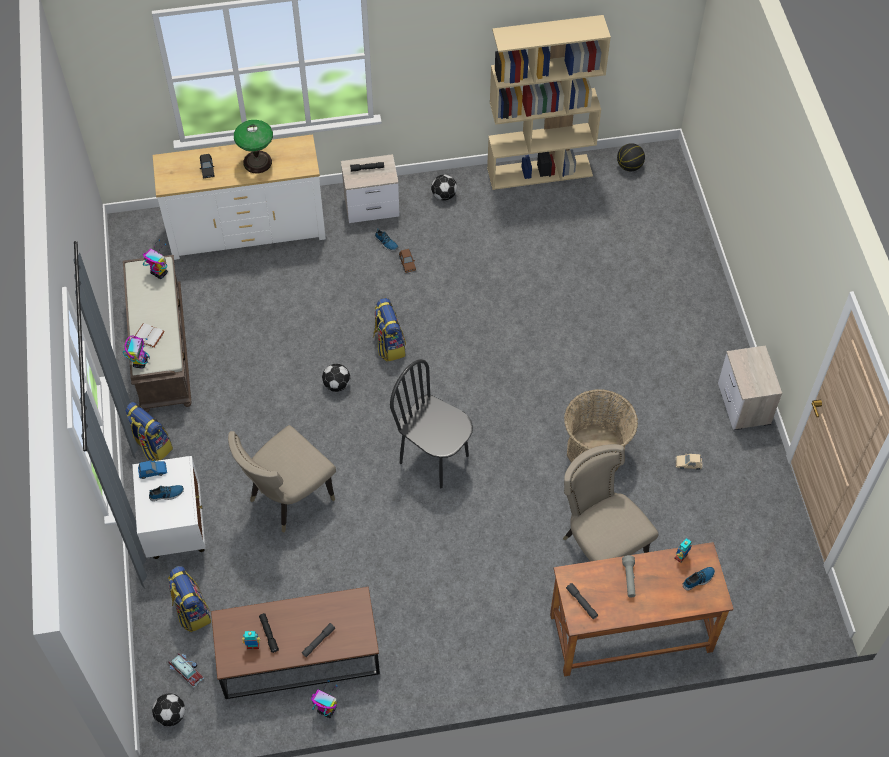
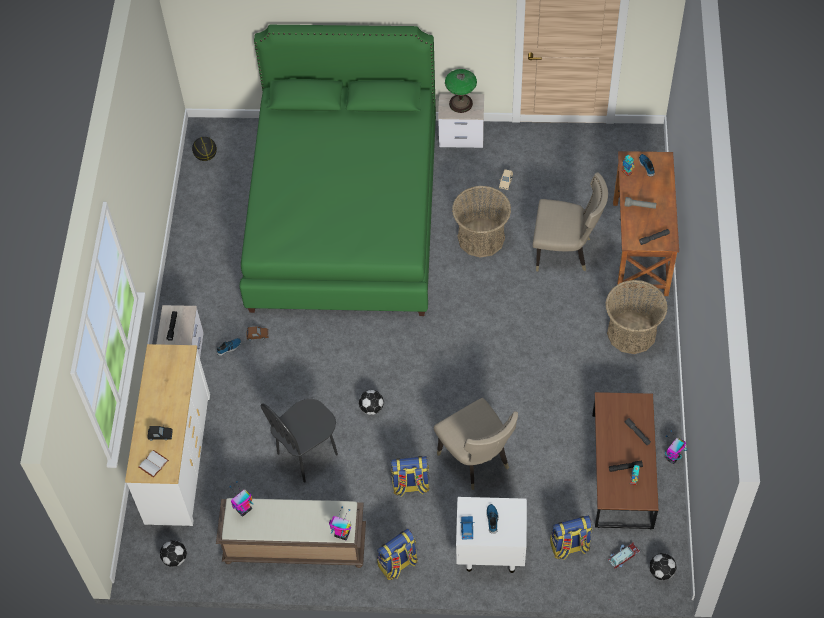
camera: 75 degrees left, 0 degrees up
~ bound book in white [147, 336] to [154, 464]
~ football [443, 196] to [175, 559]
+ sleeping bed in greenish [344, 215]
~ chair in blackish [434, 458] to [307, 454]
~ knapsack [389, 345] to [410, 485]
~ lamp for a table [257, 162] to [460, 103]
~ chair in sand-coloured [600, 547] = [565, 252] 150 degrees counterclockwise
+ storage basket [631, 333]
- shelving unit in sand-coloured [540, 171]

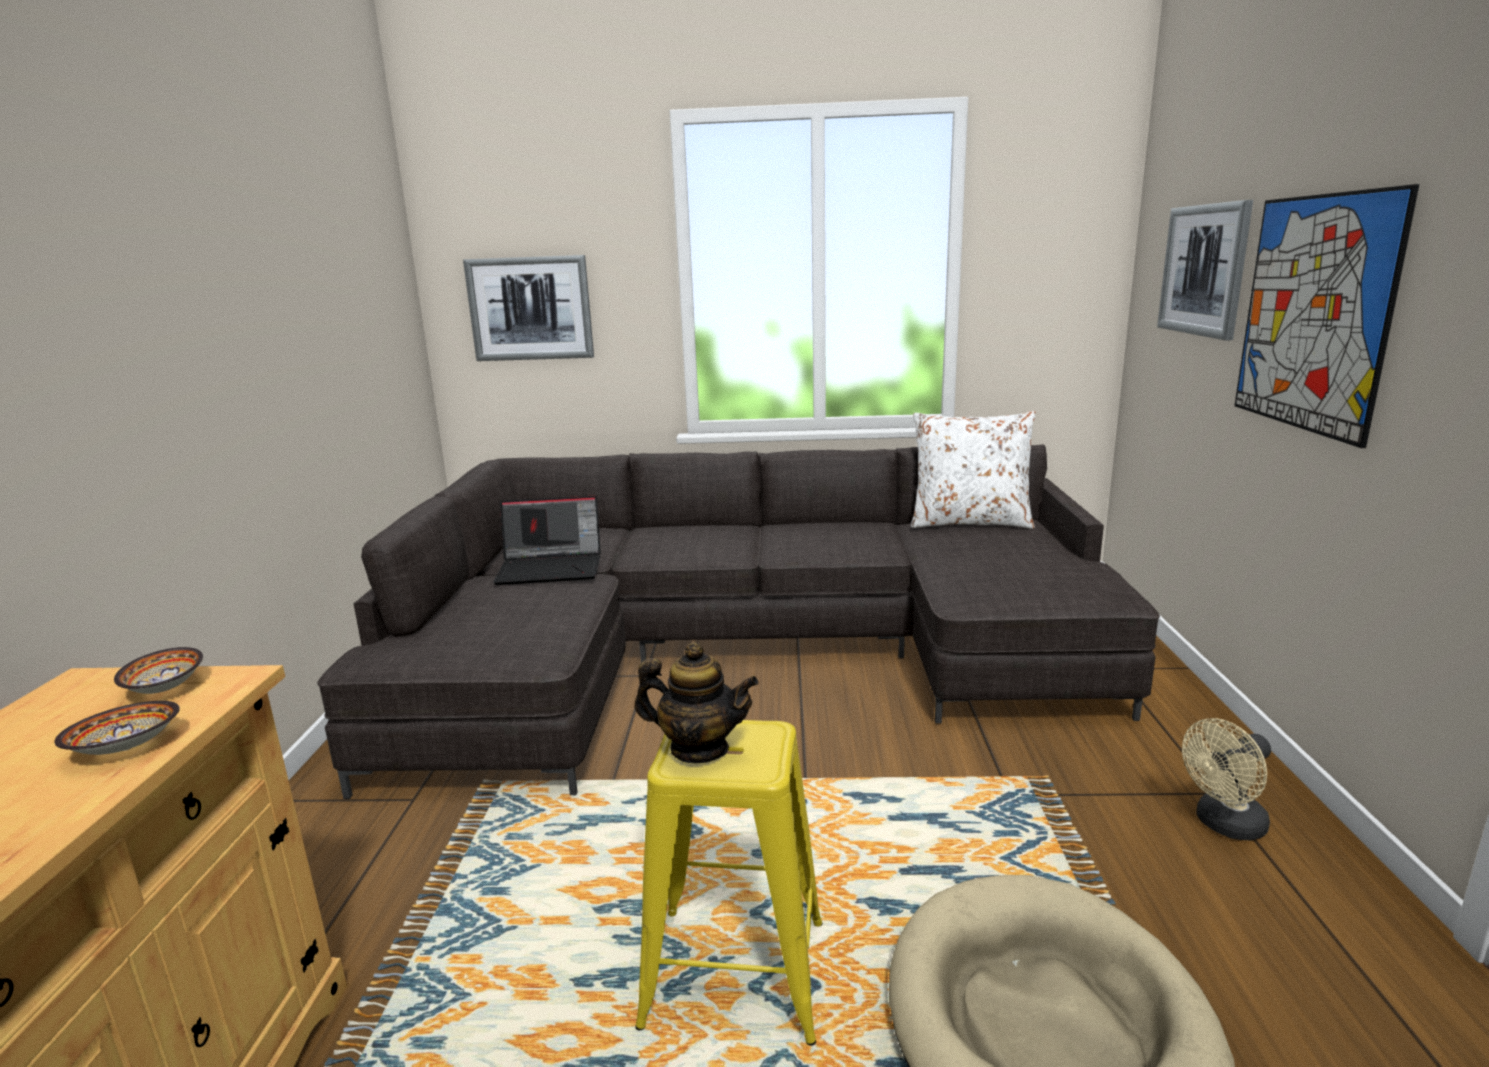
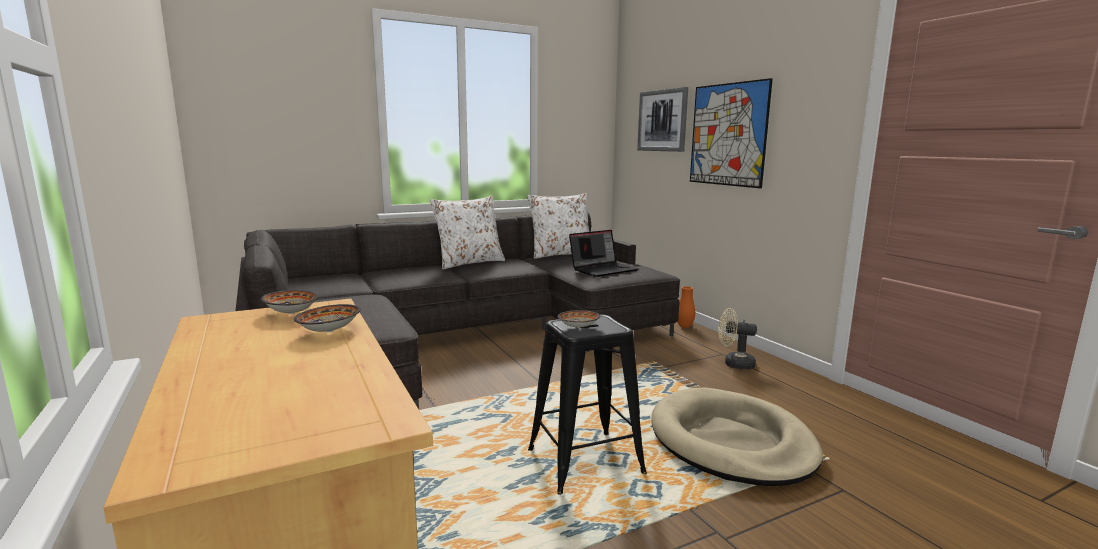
camera: 30 degrees left, 5 degrees down
+ cushion in white [469, 263]
~ stool seat in yellow [735, 973] to stool seat in blackish [585, 462]
~ teapot [699, 749] to bowl [577, 327]
~ laptop [552, 568] to [603, 269]
+ flower vase in orange-coloured [684, 326]
~ electric fan in sand-coloured [1224, 825] = [734, 363] 75 degrees clockwise
- wall picture [530, 308]

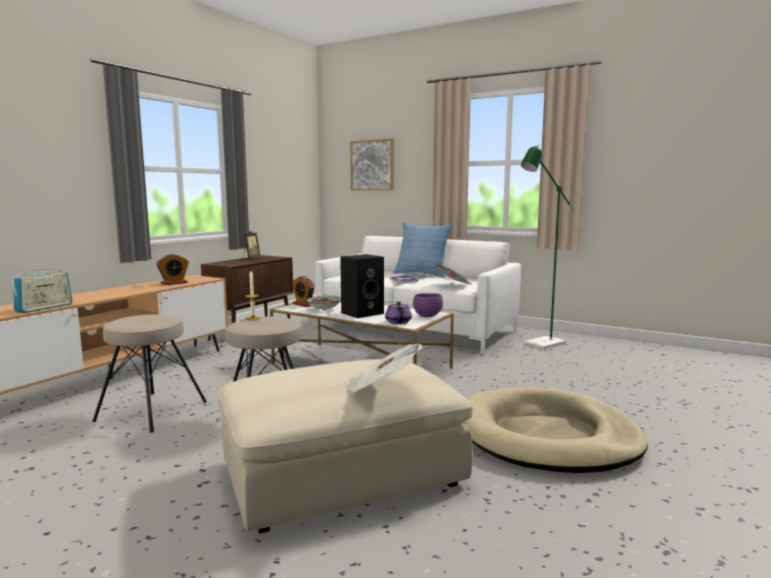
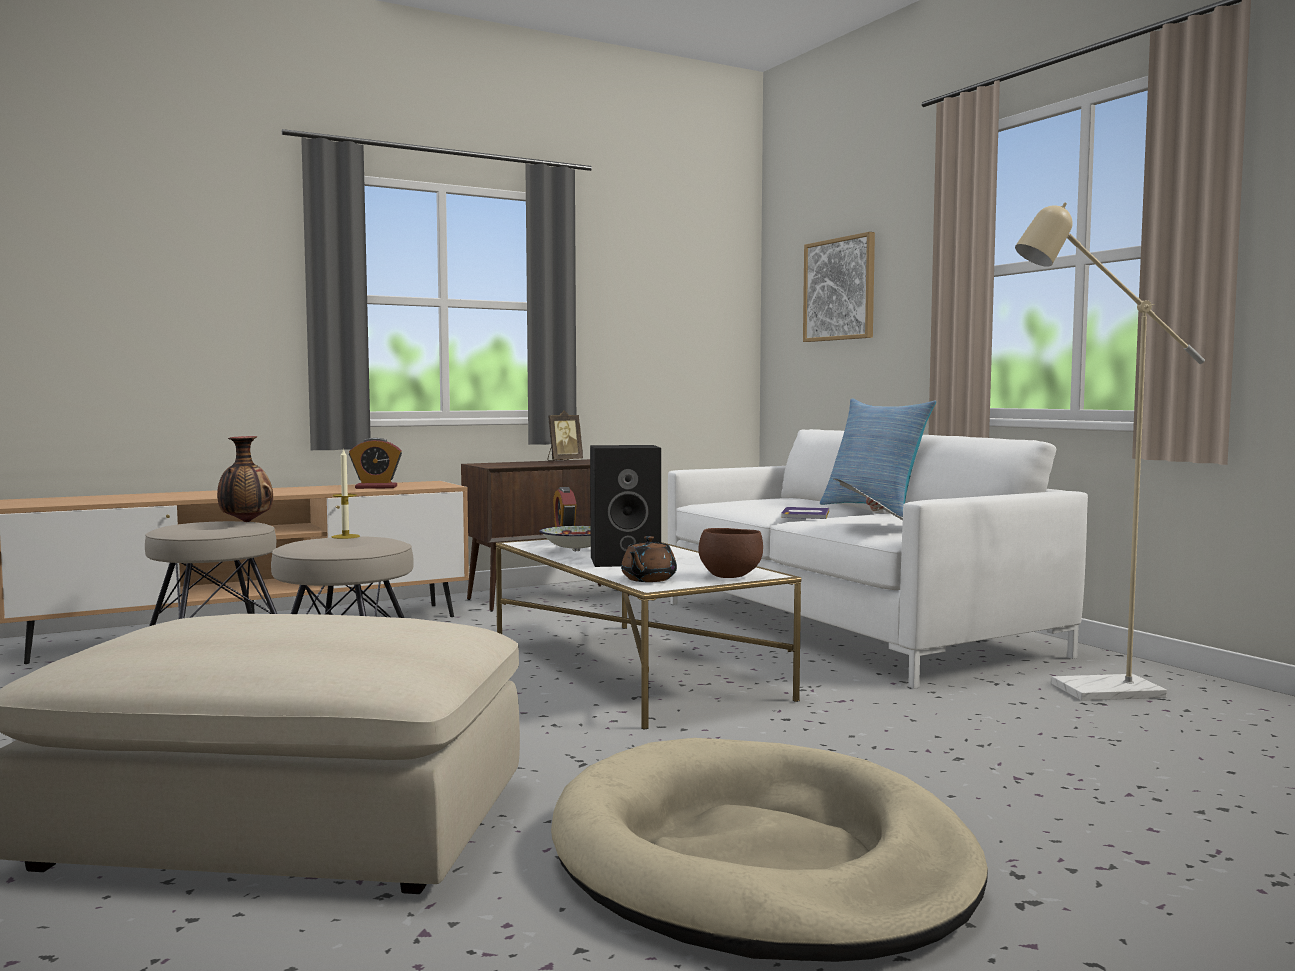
camera: 30 degrees right, 5 degrees down
+ flower vase [245, 522]
~ teapot in purplish [398, 322] to teapot in brownish [648, 579]
~ bowl in purplish [427, 316] to bowl in brownish [730, 576]
~ floor lamp in greenish [540, 345] to floor lamp in sand-coloured [1090, 691]
- radio set [44, 308]
- daily paper [381, 388]

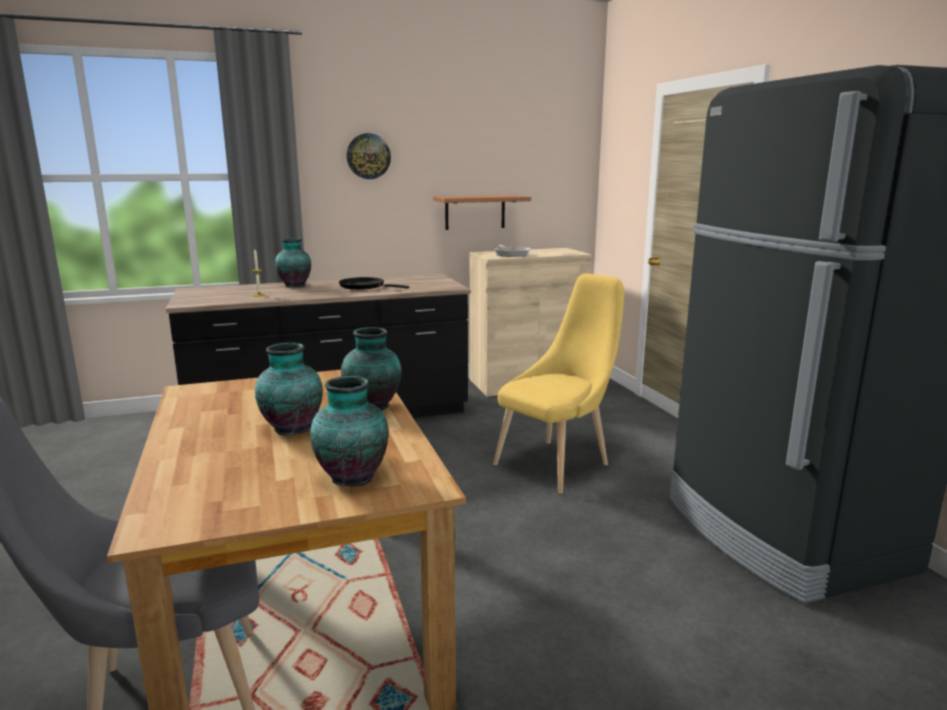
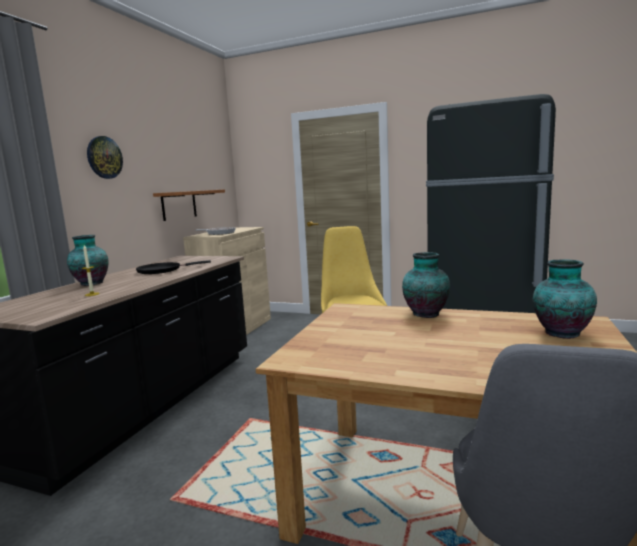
camera: 50 degrees left, 5 degrees down
- flower vase [291, 428]

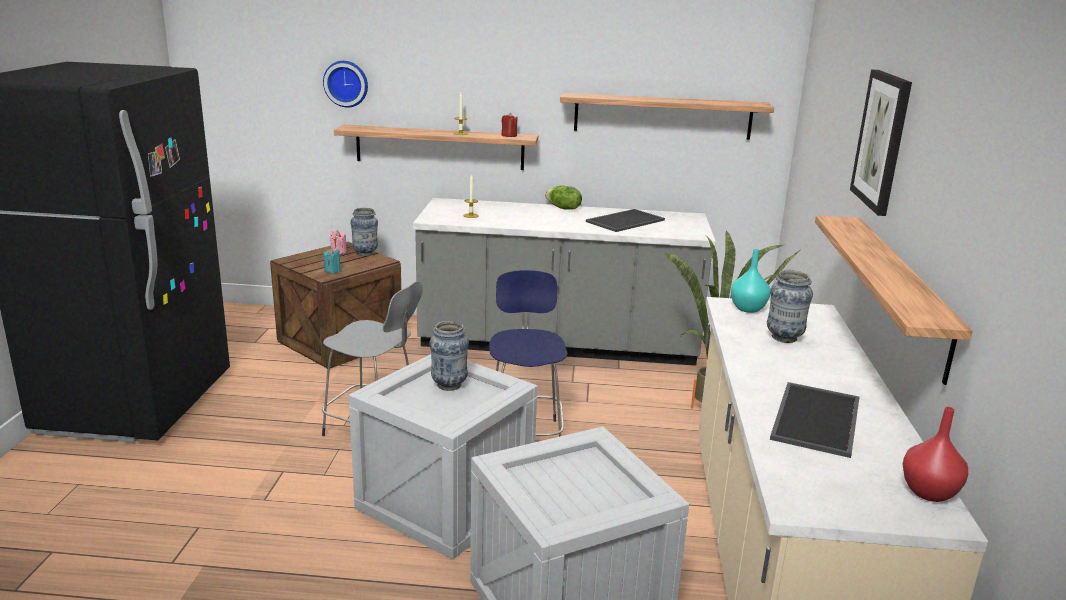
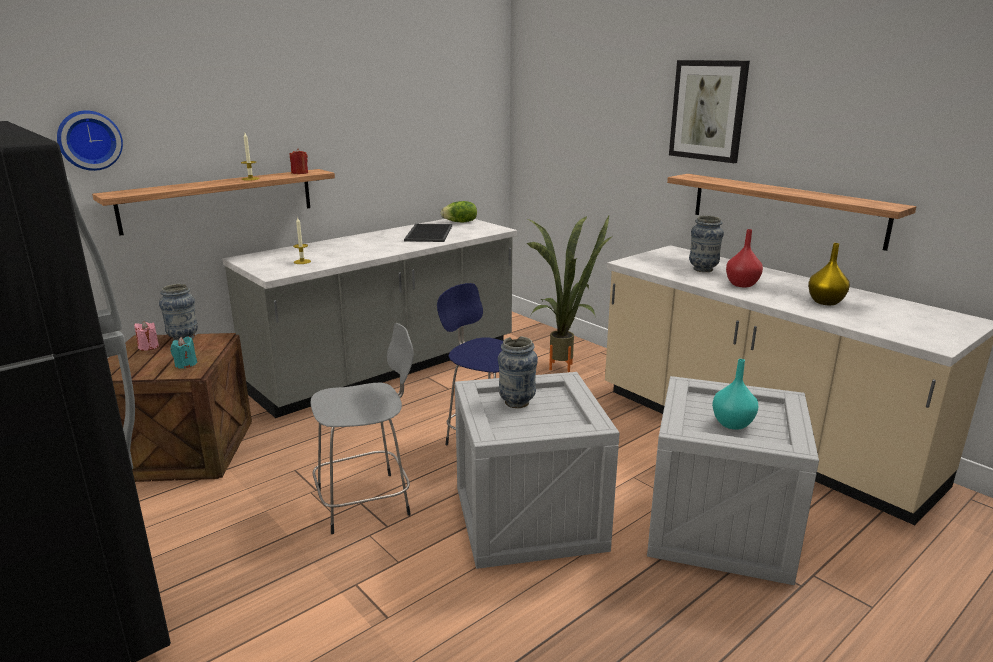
camera: 45 degrees left, 0 degrees up
~ lettuce head [563, 208] to [460, 222]
~ flower vase in turquoise-coloured [747, 309] to [733, 424]
~ flower vase in red-coloured [928, 493] to [742, 285]
~ serving tray [814, 418] to flower vase in yellow [824, 302]
- shelf [662, 116]

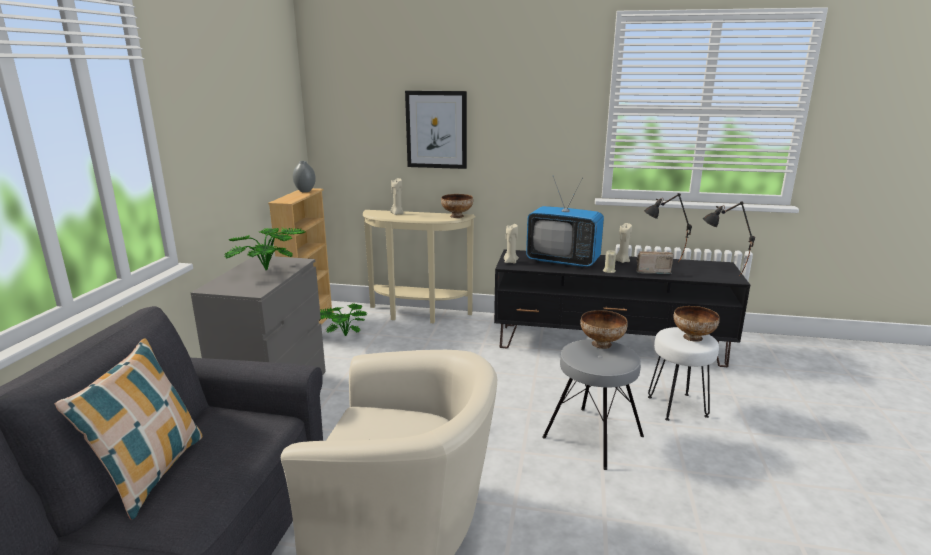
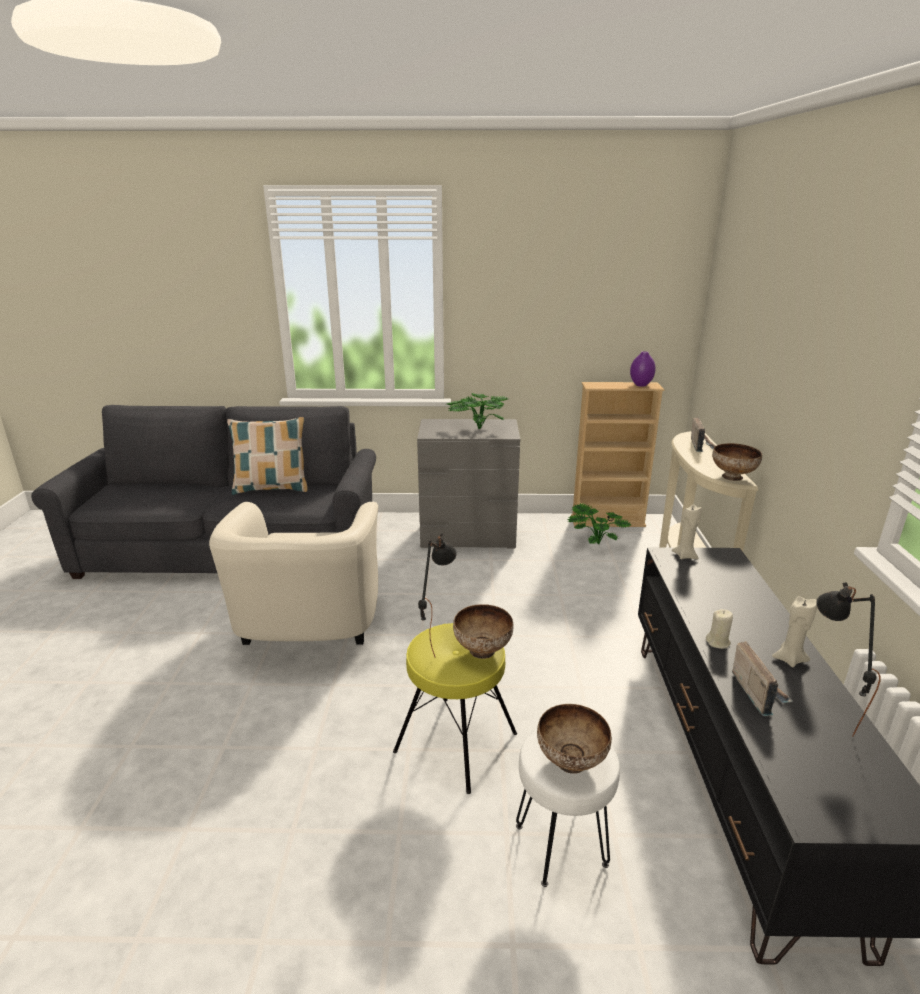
camera: 80 degrees right, 5 degrees up
~ stool seat in gray [593, 436] to stool seat in yellow [457, 742]
~ lamp for a table in blackish [721, 275] to [435, 639]
~ flower vase in gray [305, 191] to flower vase in purplish [640, 385]
~ wax light in sand-coloured [397, 214] to radio set [701, 446]
- wall picture [436, 129]
- TV set [563, 261]

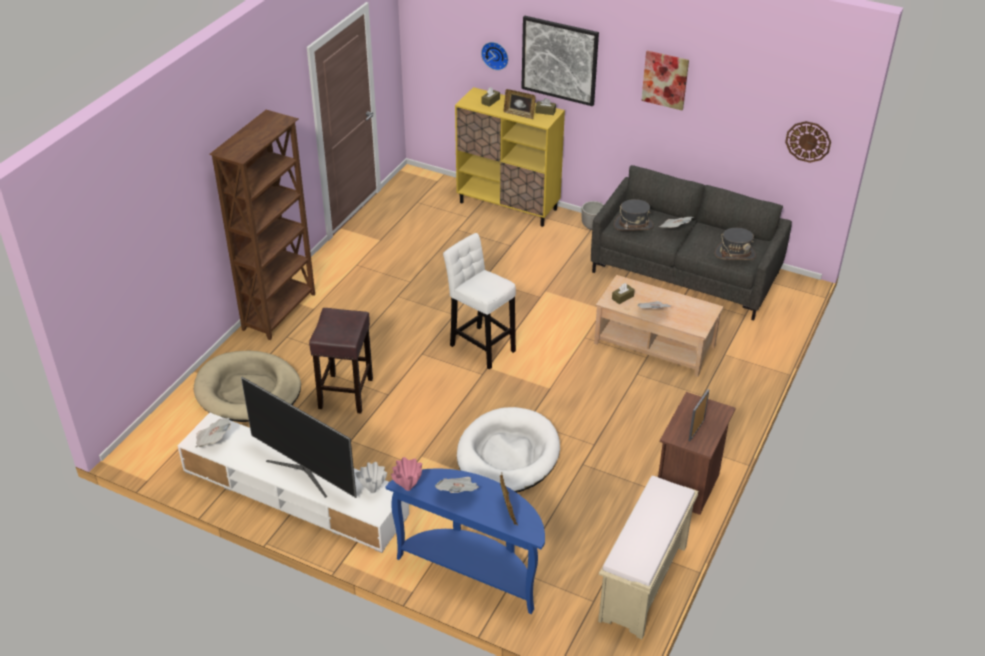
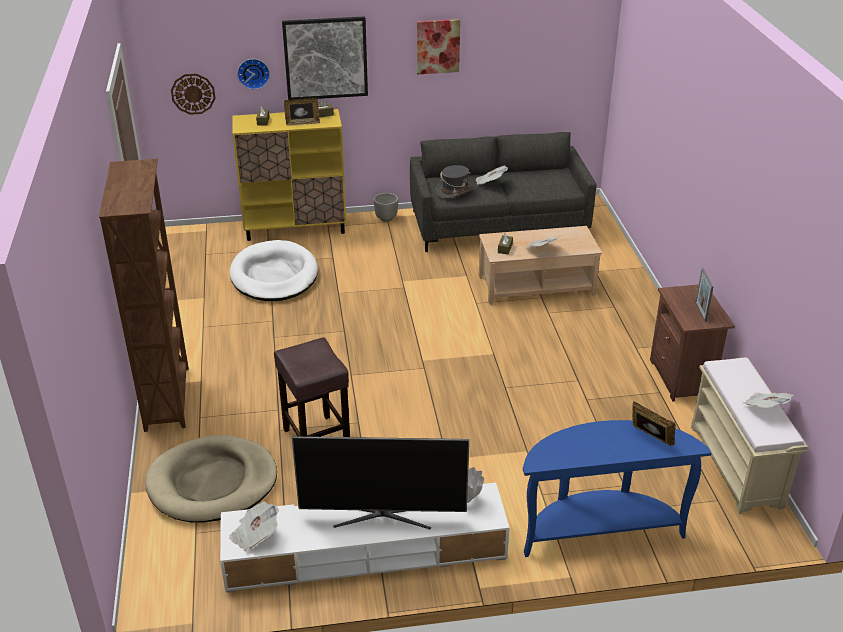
camera: 35 degrees left, 5 degrees down
~ wall clock [808, 141] to [193, 93]
~ dog bed in white [507, 455] to [274, 276]
~ daily paper [458, 492] to [765, 408]
- flower vase in pink [408, 488]
- stool seat in white [480, 346]
- hat in gray [735, 254]

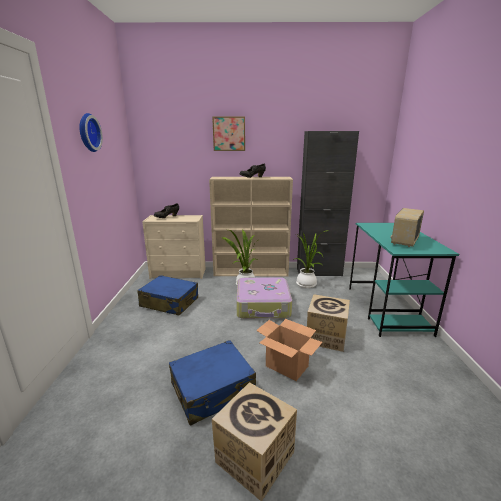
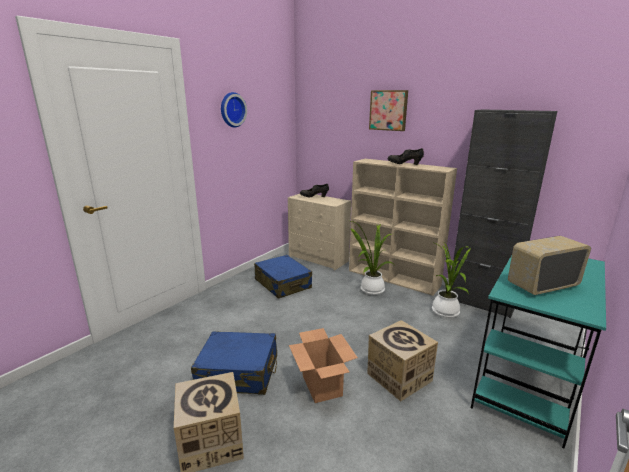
camera: 35 degrees right, 0 degrees up
- suitcase [263, 306]

